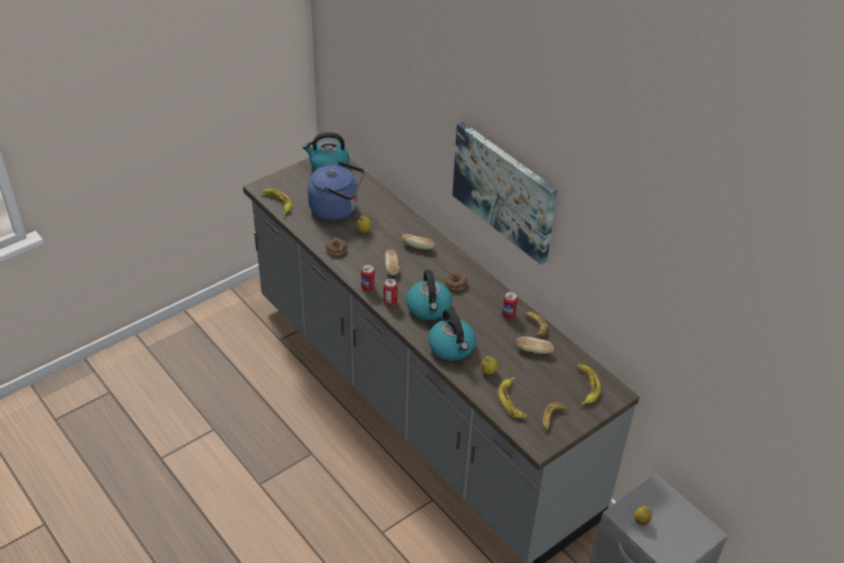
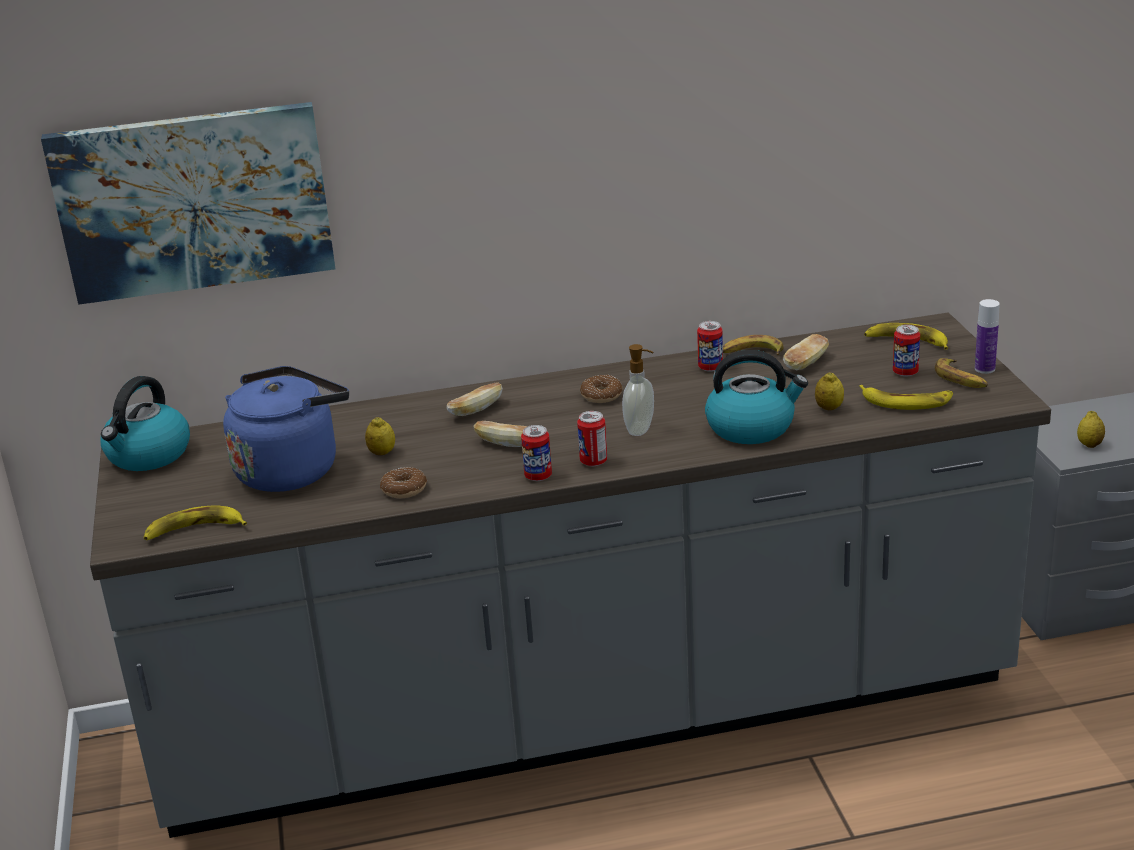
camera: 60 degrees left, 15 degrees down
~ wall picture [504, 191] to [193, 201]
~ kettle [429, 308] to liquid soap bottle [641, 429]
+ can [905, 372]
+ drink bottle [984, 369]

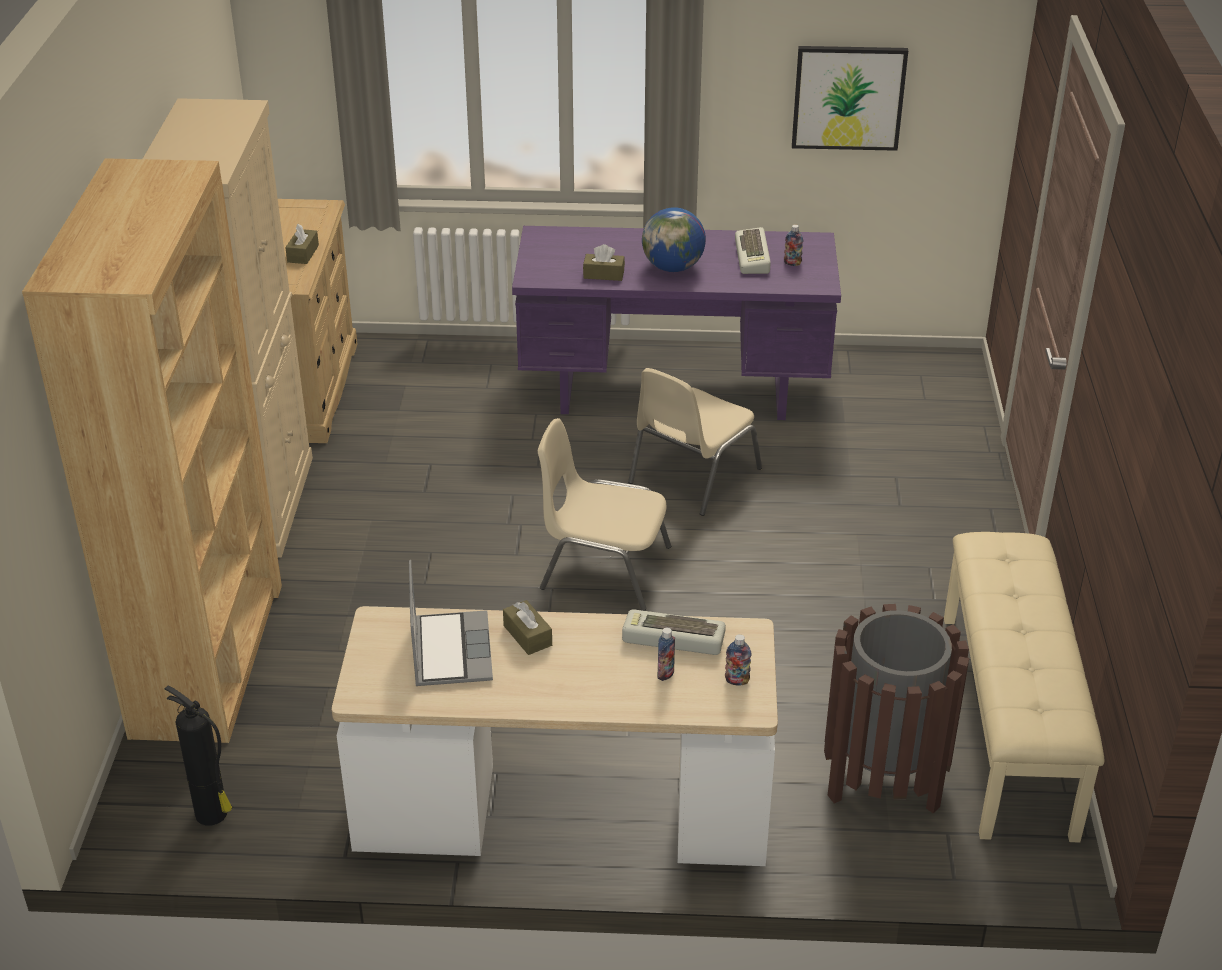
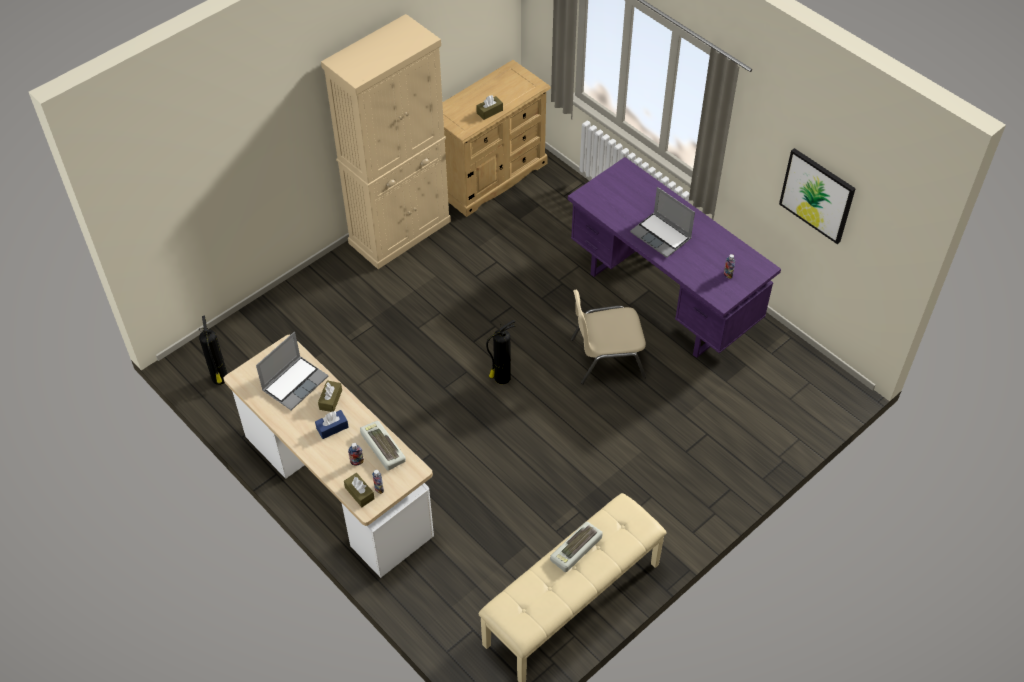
camera: 45 degrees right, 15 degrees up
+ tissue box in blue-coloured [332, 428]
~ tissue box in brownish [603, 274] to [359, 493]
~ chair in sand-coloured [603, 568] to fire extinguisher [501, 378]
~ computer keyboard [754, 257] to [576, 550]
~ desk globe [673, 268] to laptop [661, 236]
- shelving unit in brownish [208, 657]
- waste bin in brownish [883, 779]

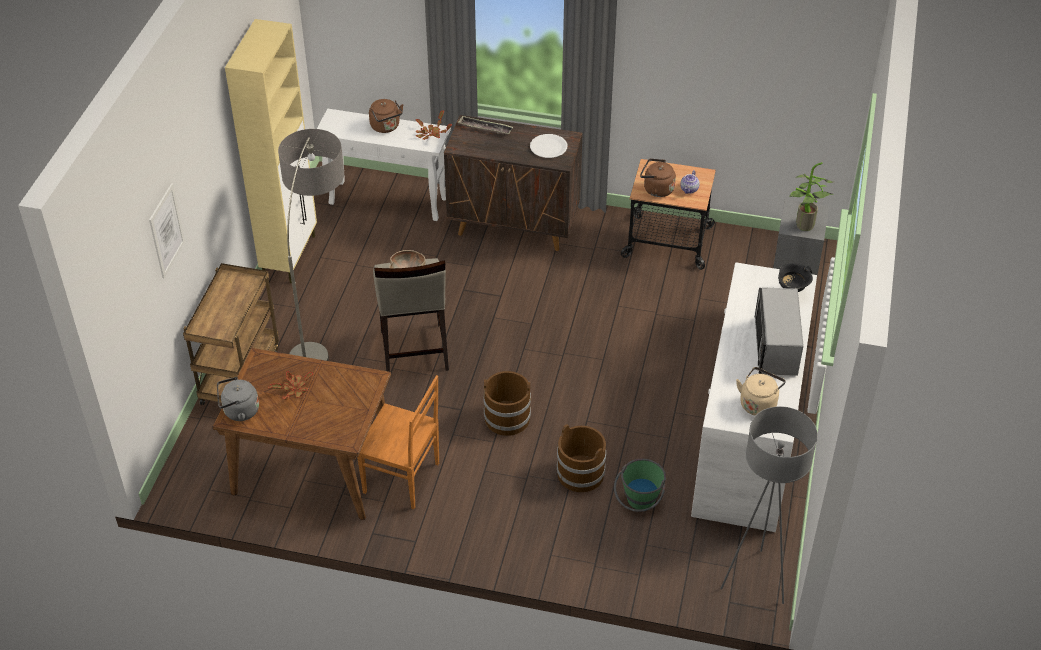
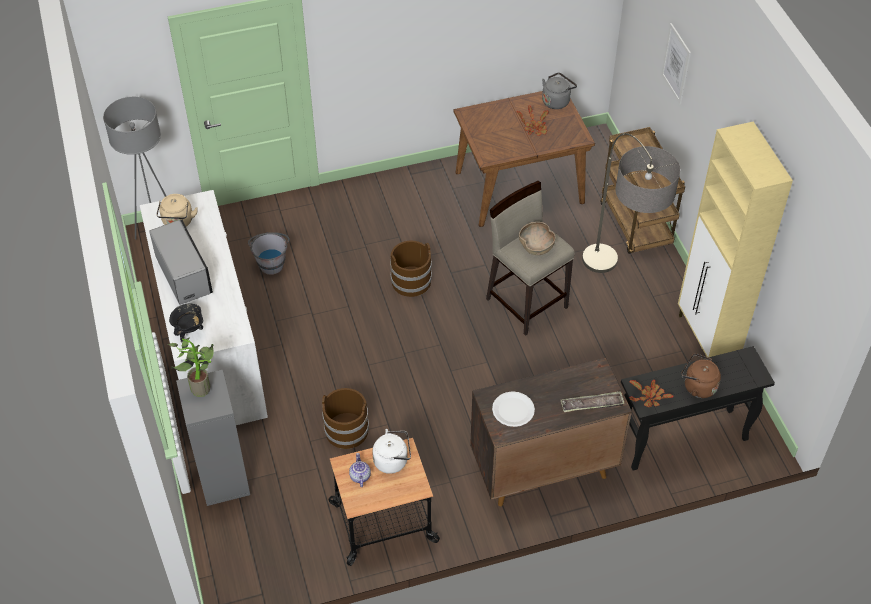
camera: 150 degrees right, 5 degrees up
~ bucket in greenish [639, 503] to bucket in gray [271, 262]
~ bucket in brownish [580, 473] to [347, 430]
~ kettle in brownish [656, 189] to kettle in white [393, 460]
~ hall table in white [389, 201] to hall table in blackish [681, 440]
- chair in brownish [403, 479]

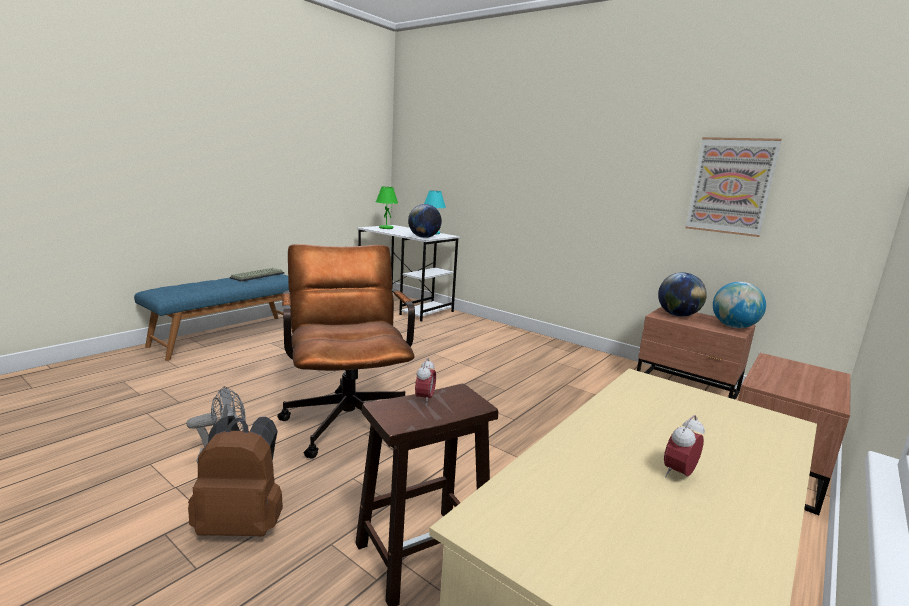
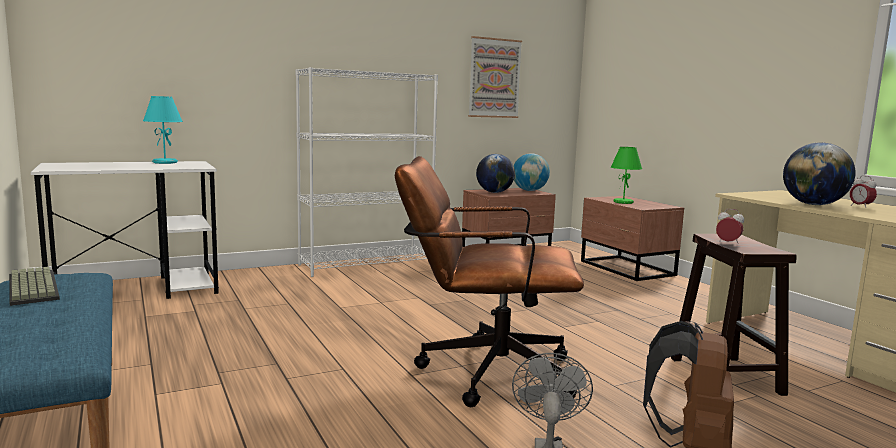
camera: 65 degrees left, 5 degrees down
+ shelving unit in white [366, 264]
~ lamp for a table in greenish [385, 228] to [623, 202]
~ desk globe [424, 237] to [813, 204]

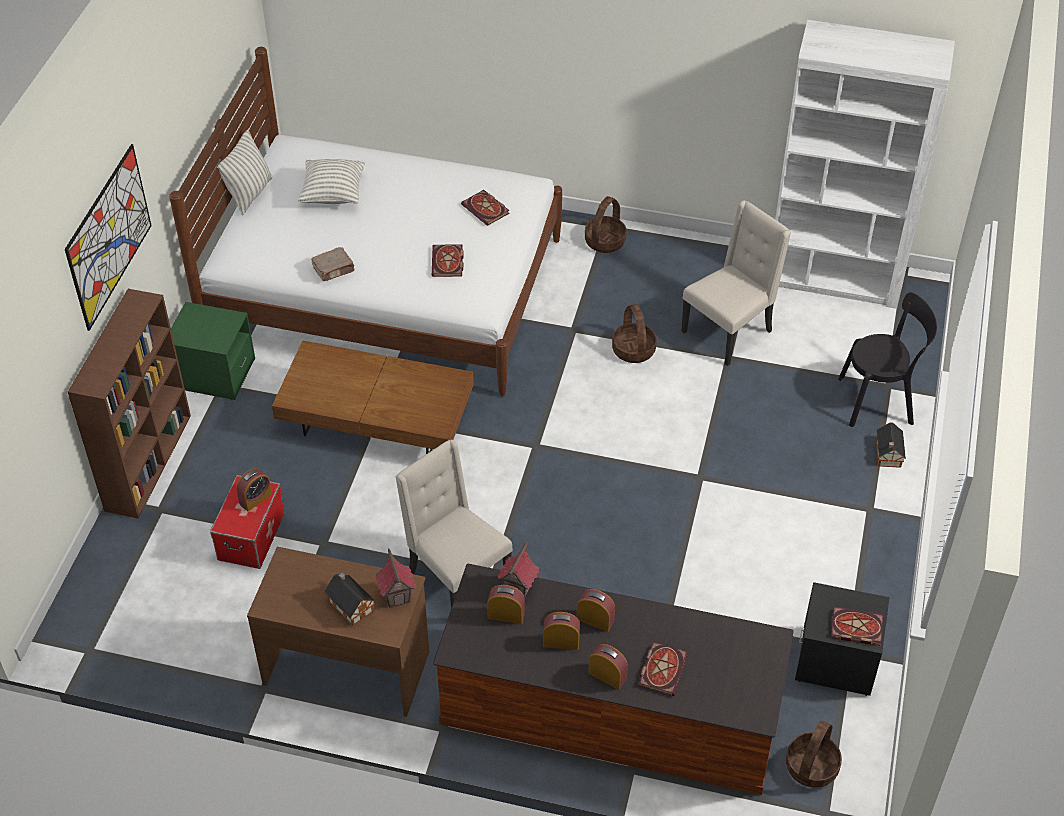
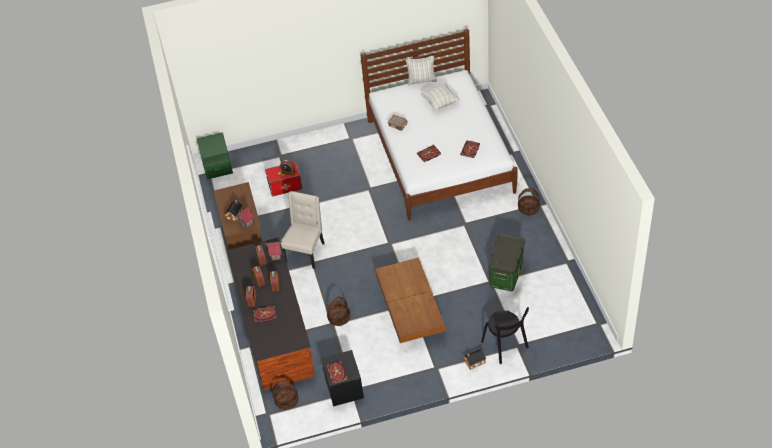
camera: 65 degrees right, 0 degrees up
~ bedside table in greenish [214, 374] to [217, 166]
~ storage basket [633, 350] to [339, 318]
~ low table in brownish [377, 421] to [411, 311]
~ chair in sand-coloured [729, 331] to storage bin [506, 275]
- wall picture [109, 236]
- shelving unit in brownish [148, 461]
- shelving unit in white [835, 278]

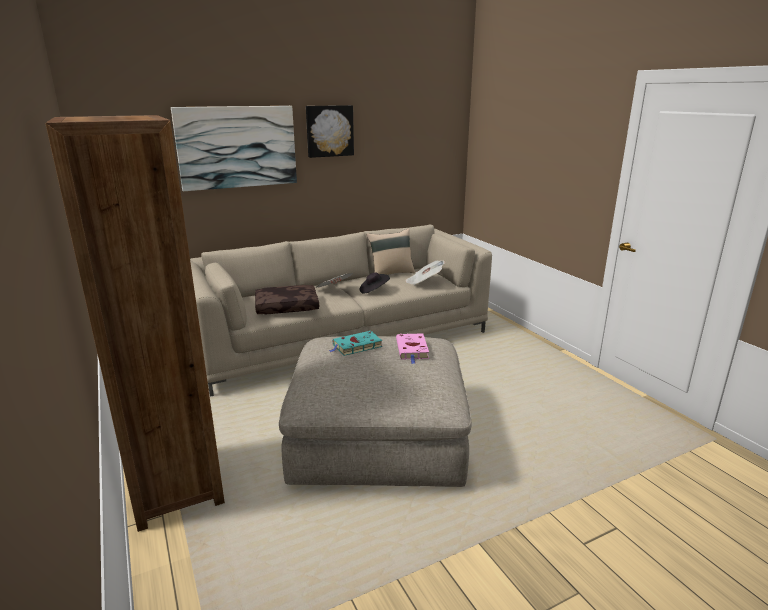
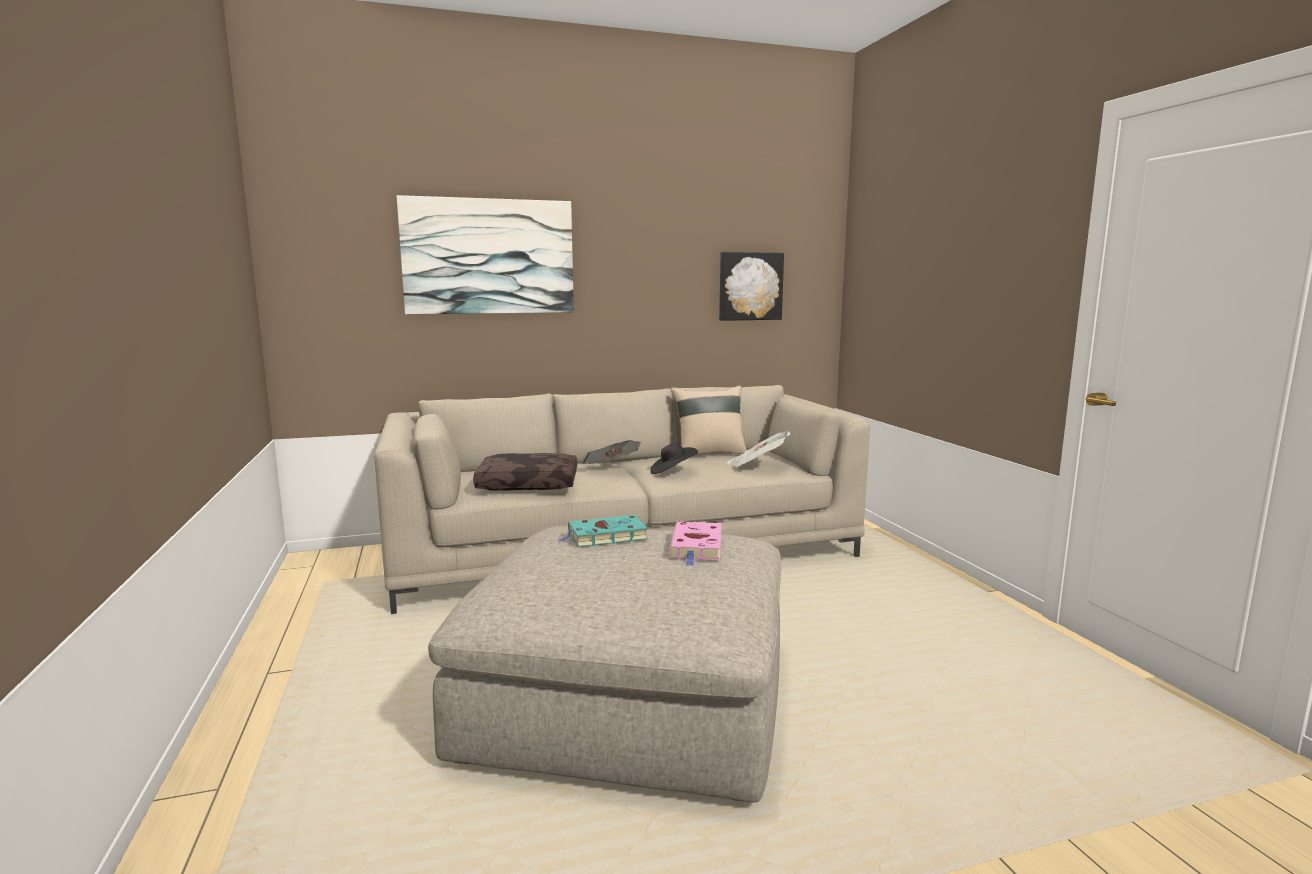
camera: 10 degrees right, 10 degrees down
~ wall picture [329, 131] to [750, 286]
- shelving unit in brownish [175, 487]

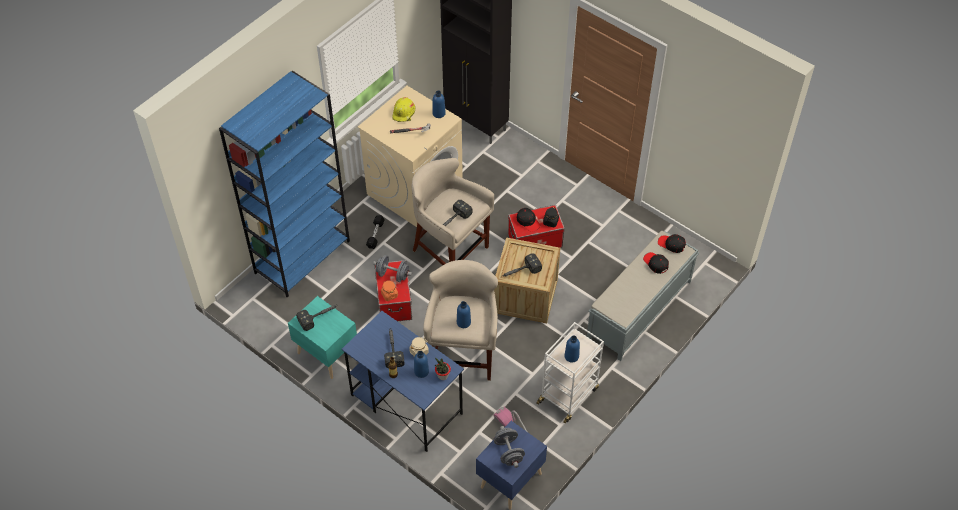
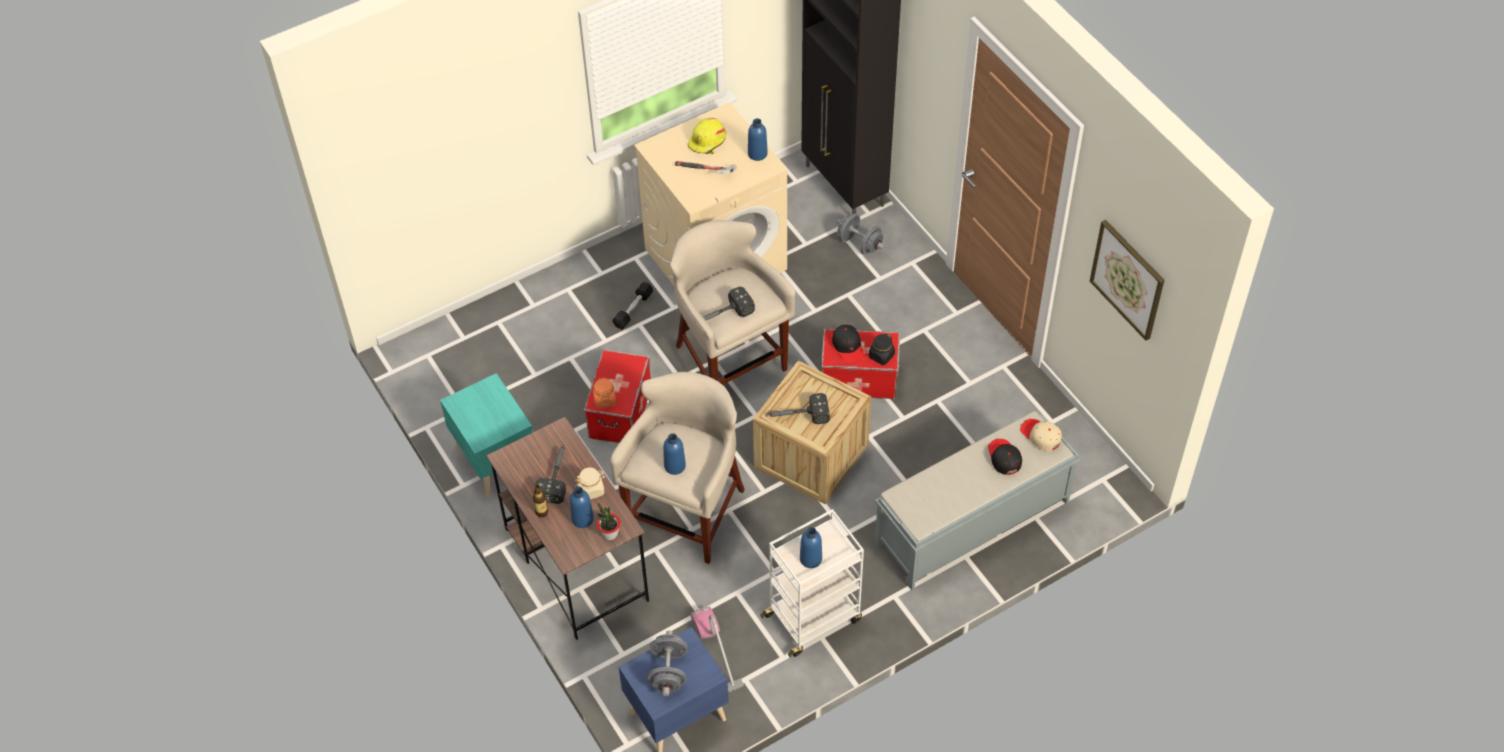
camera: 20 degrees right, 0 degrees up
~ desk in blue-coloured [405, 404] to desk in brownish [575, 563]
~ hand weight in gray [393, 275] to [859, 244]
~ cap in blackish [671, 244] to cap in sand-coloured [1040, 436]
+ wall picture [1128, 279]
- shelving unit in blue-coloured [302, 256]
- hammer [319, 316]

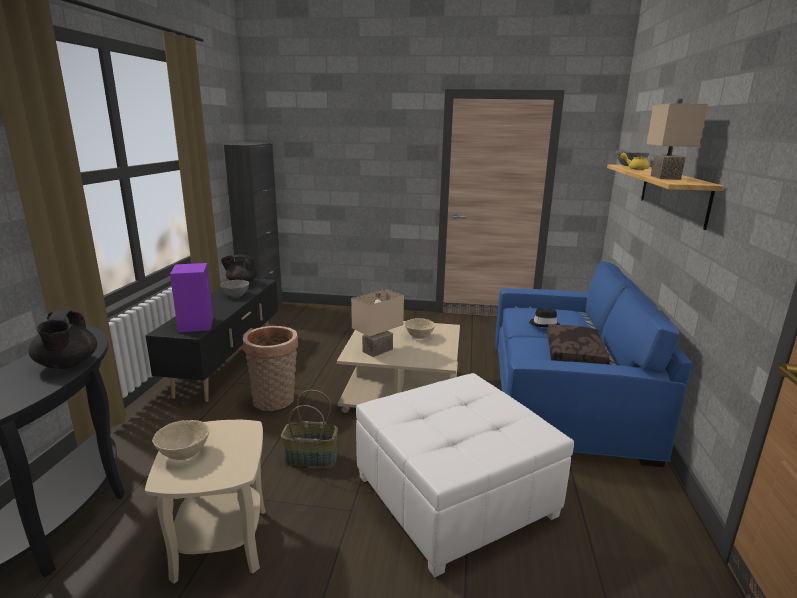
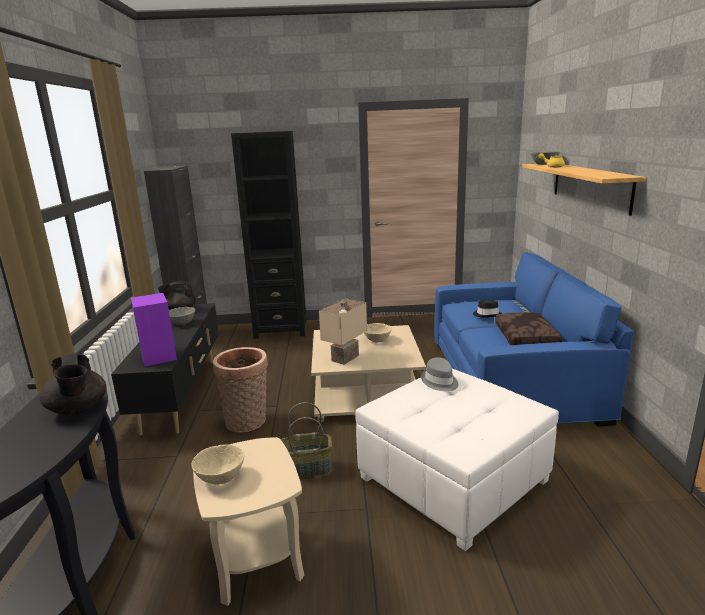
camera: 10 degrees left, 0 degrees up
+ shelving unit in blackish [281, 329]
+ hat in gray [439, 381]
- lamp for a table in sand-coloured [667, 178]

